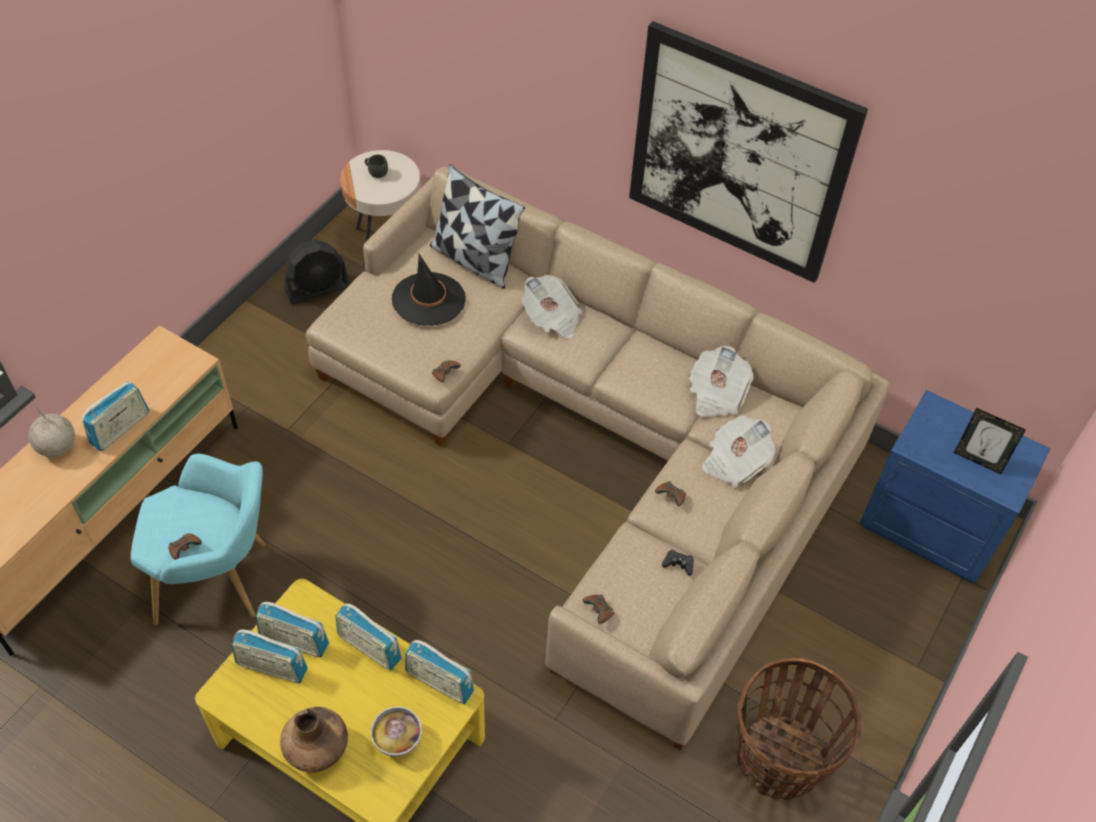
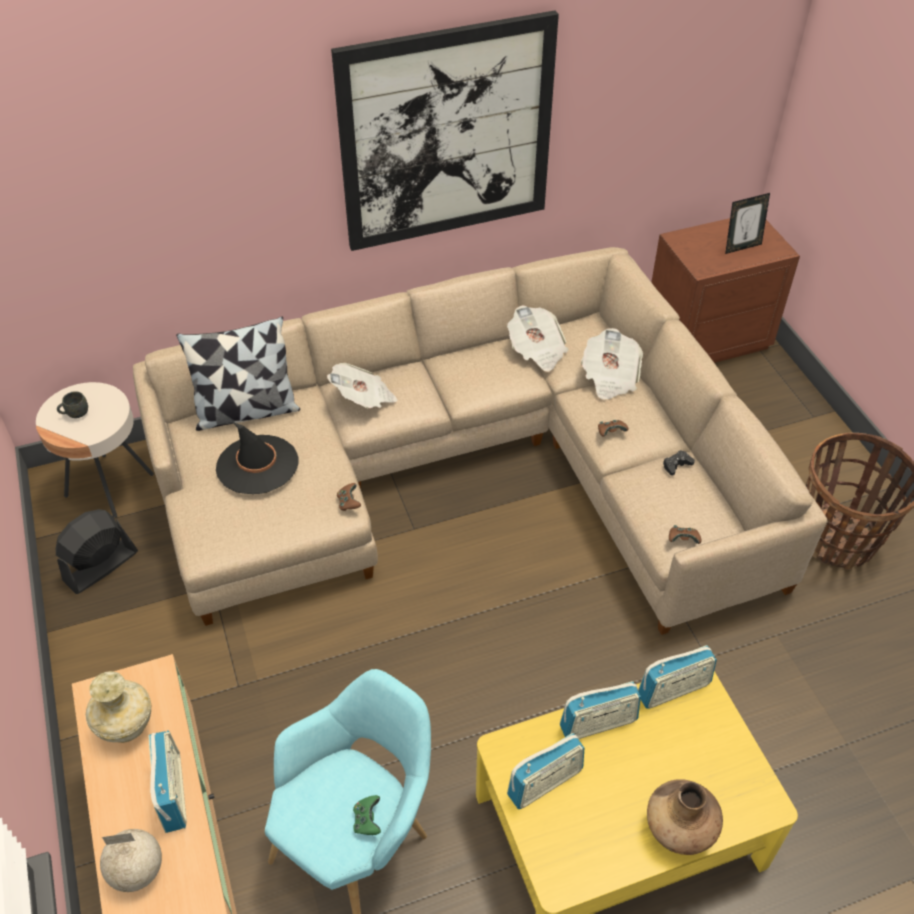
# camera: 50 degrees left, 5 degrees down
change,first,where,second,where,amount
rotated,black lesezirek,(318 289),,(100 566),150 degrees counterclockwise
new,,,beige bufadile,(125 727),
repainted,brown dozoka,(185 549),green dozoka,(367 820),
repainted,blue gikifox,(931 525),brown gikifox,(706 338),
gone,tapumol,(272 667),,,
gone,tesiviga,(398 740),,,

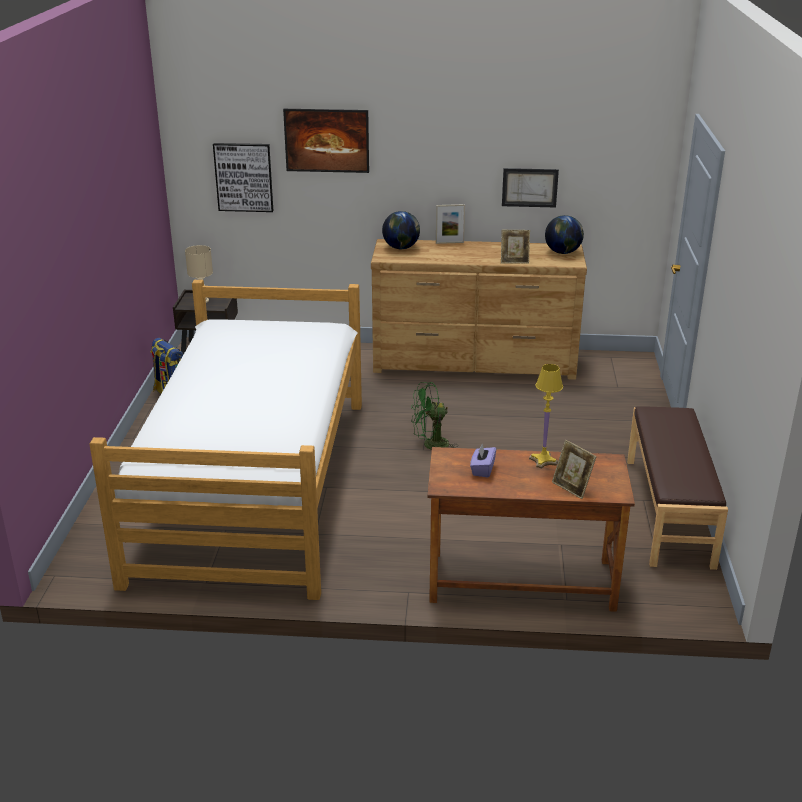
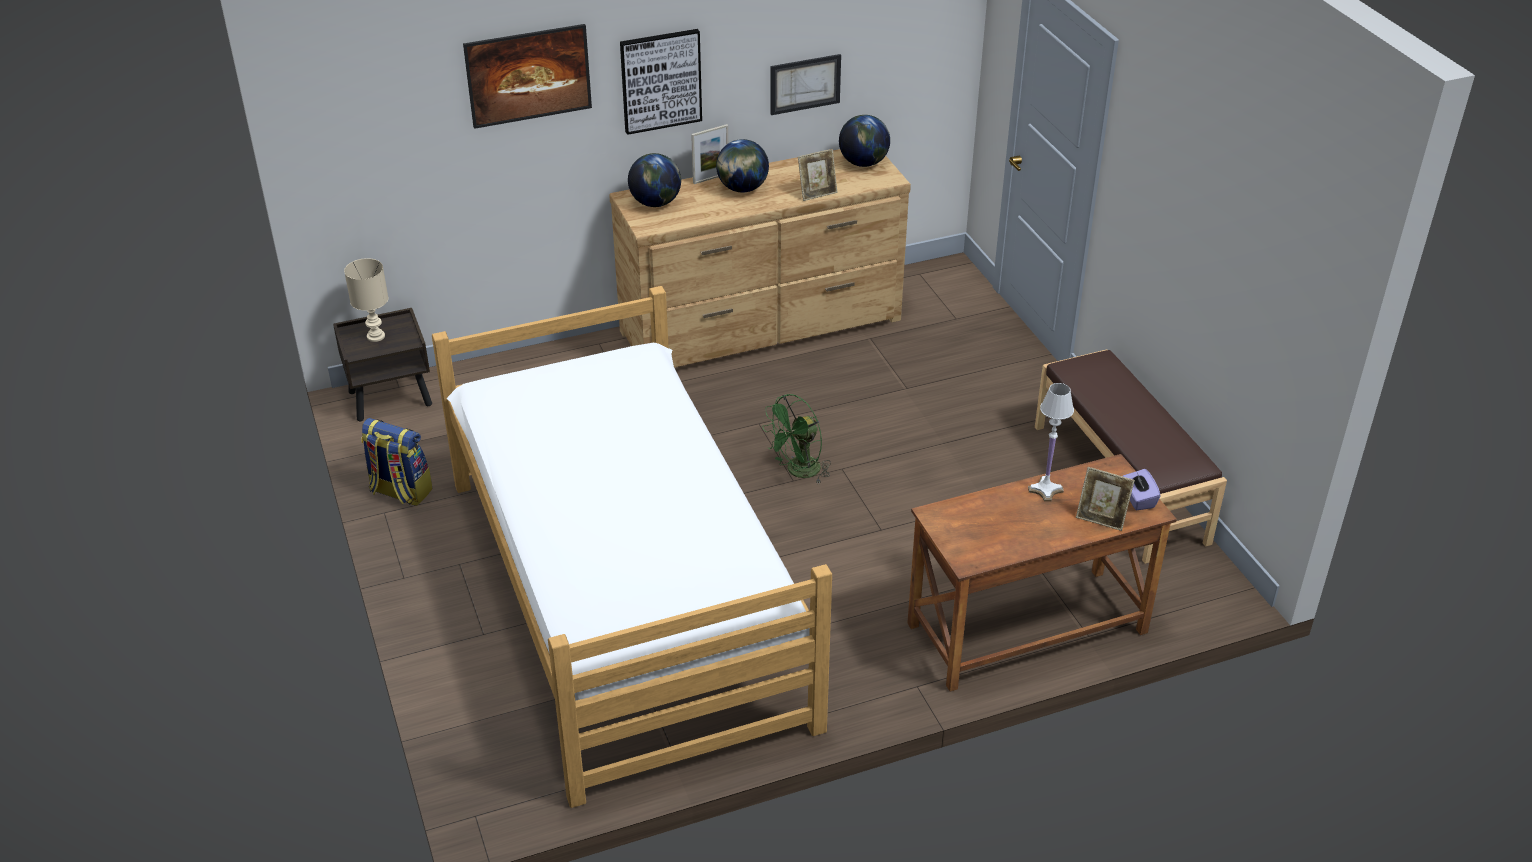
# camera: 25 degrees left, 10 degrees up
change,first,where,second,where,amount
shifted,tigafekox,(244 177),,(660 80),
new,,,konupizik,(742 188),
repainted,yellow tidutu,(543 461),white tidutu,(1046 490),
shifted,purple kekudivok,(482 469),,(1138 499),

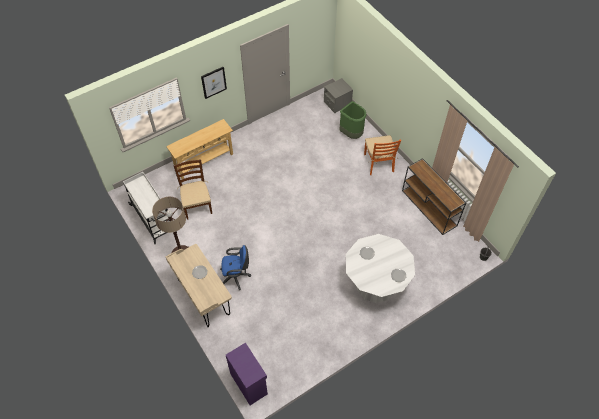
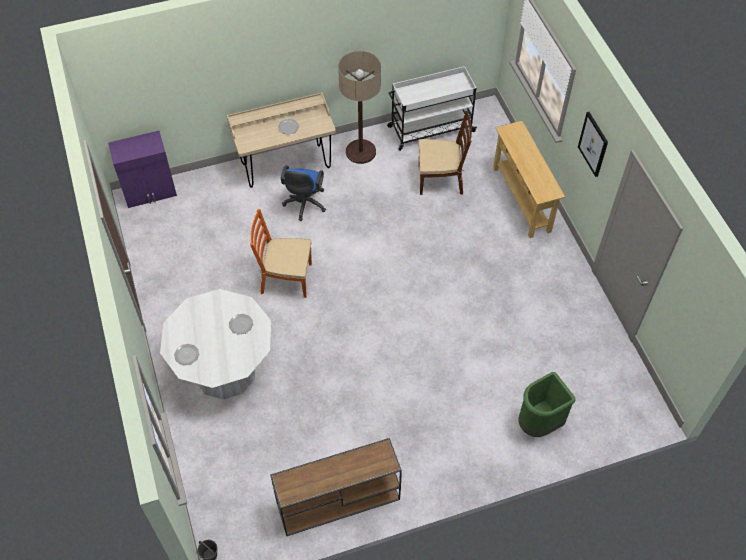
# camera: 105 degrees right, 0 degrees up
change,first,where,second,where,amount
shifted,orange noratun,(379 163),,(285 278),
gone,grey gikifox,(337 103),,,

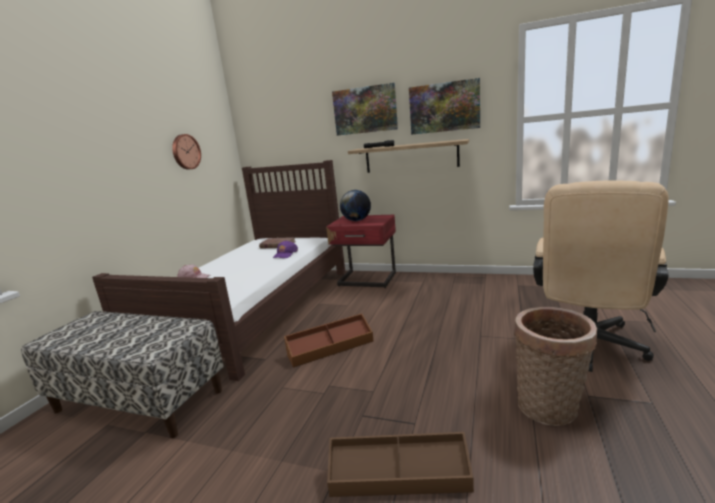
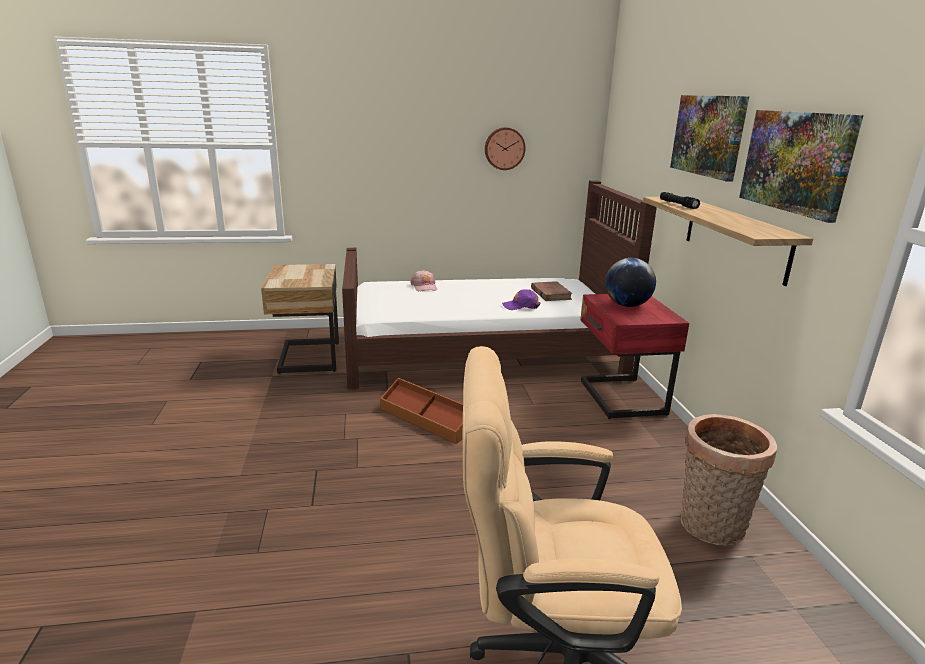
# camera: 60 degrees right, 5 degrees up
change,first,where,second,where,amount
swapped,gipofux,(139 400),beige gikifox,(307 358),
shifted,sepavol,(550 409),,(710 528),
gone,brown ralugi,(399 476),,,

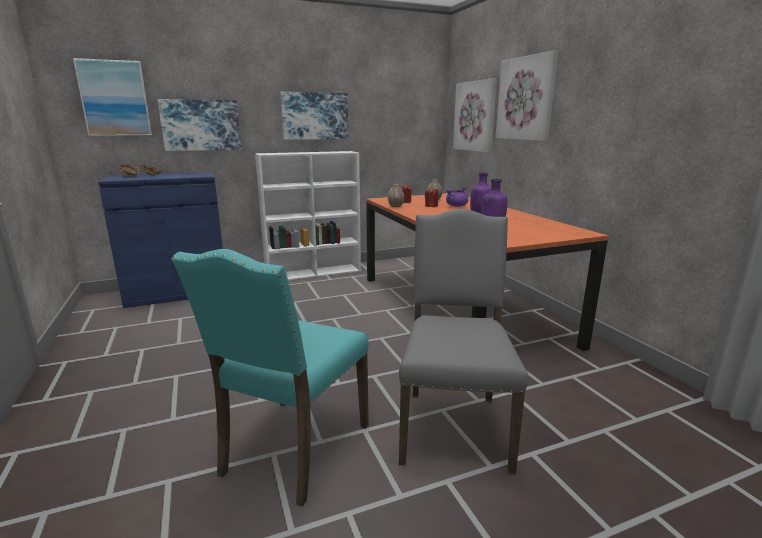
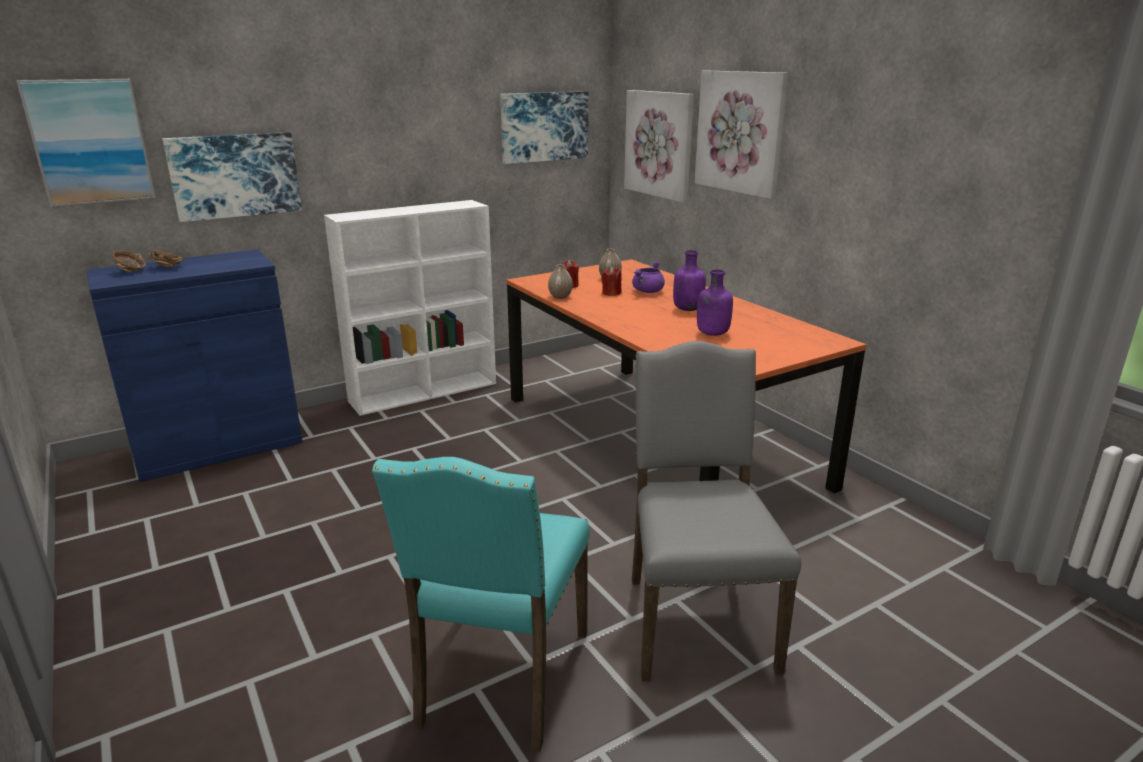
# camera: 10 degrees left, 5 degrees up
change,first,where,second,where,amount
shifted,tigafekox,(315 116),,(544 126),

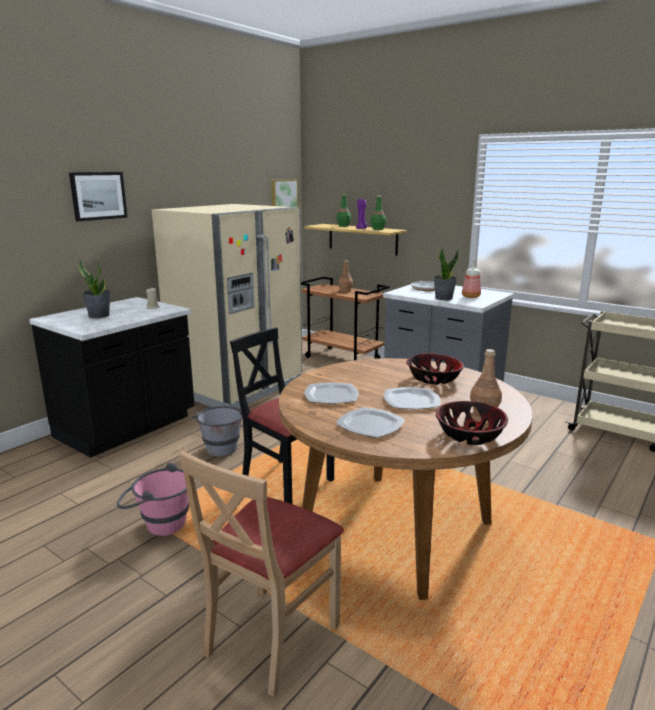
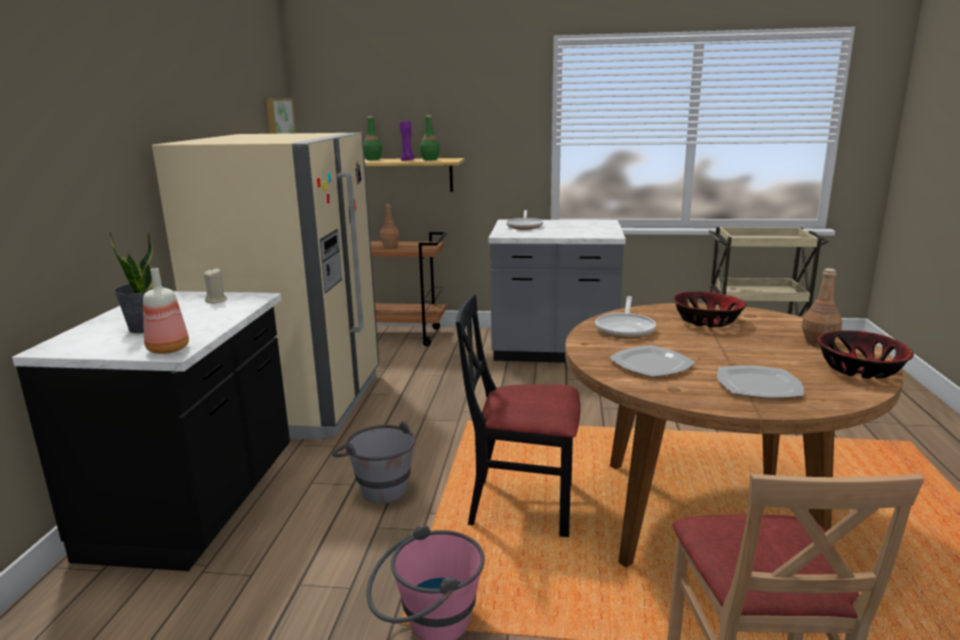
# camera: 30 degrees left, 0 degrees up
change,first,where,second,where,amount
shifted,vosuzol,(470 296),,(167 349),
new,,,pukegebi,(625 329),
gone,tigafekox,(98 195),,,
gone,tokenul,(410 400),,,
gone,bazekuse,(443 298),,,

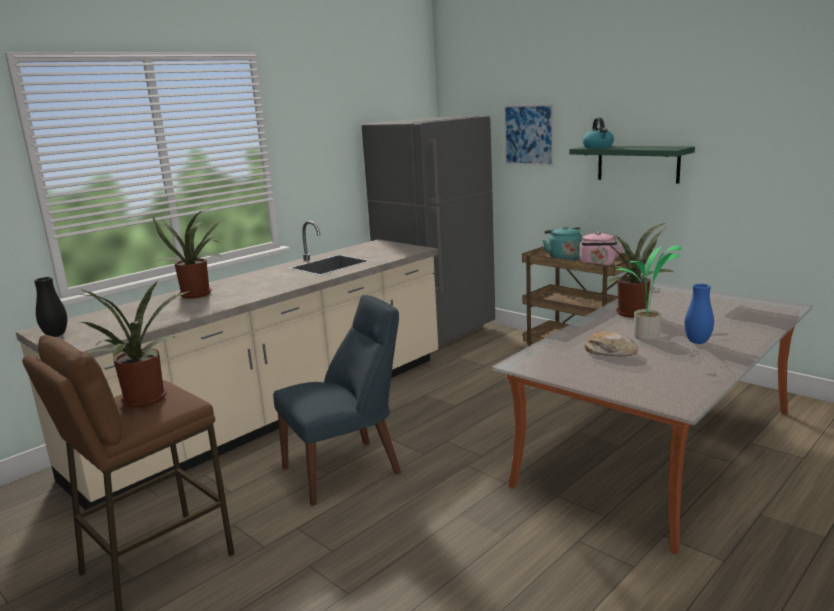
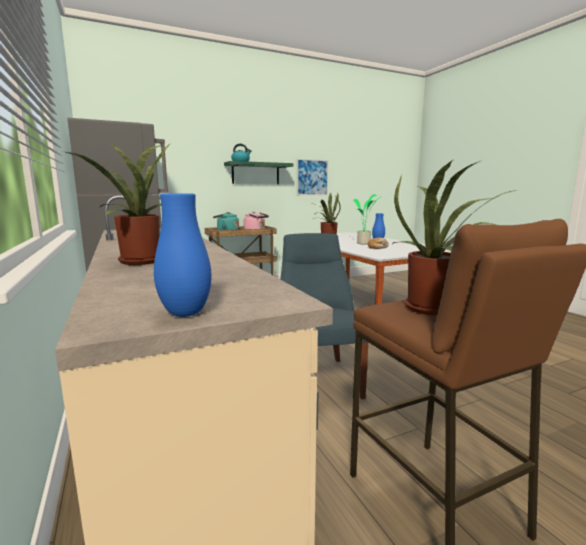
# camera: 70 degrees left, 5 degrees down
change,first,where,second,where,amount
repainted,black bufadile,(56 335),blue bufadile,(185 313),
shifted,tigafekox,(528 135),,(312 177),

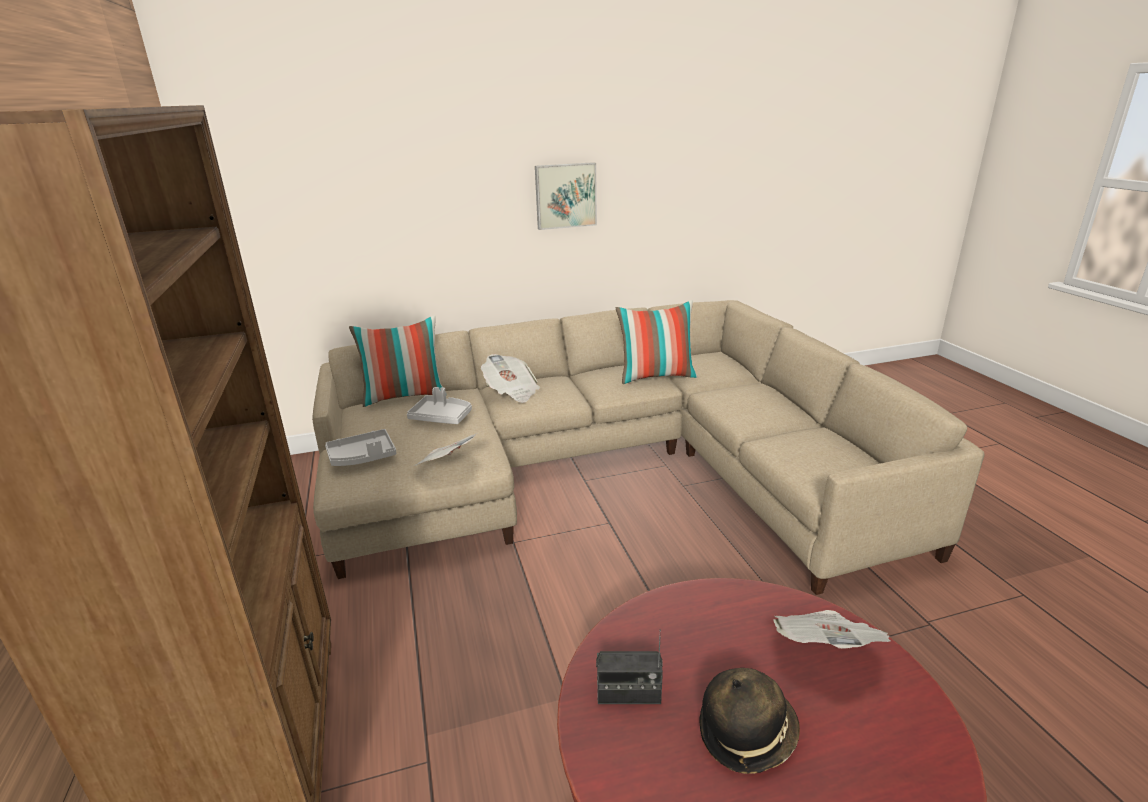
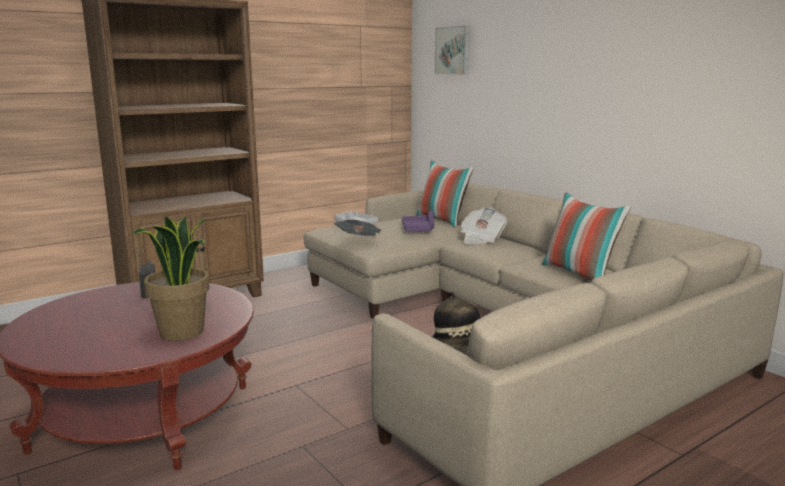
# camera: 70 degrees right, 10 degrees down
change,first,where,second,where,amount
swapped,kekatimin,(824 649),bazekuse,(182 332),
repainted,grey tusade,(442 417),purple tusade,(418 229),
shifted,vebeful,(746 733),,(460 342),
shifted,tigafekox,(565 195),,(453 50),

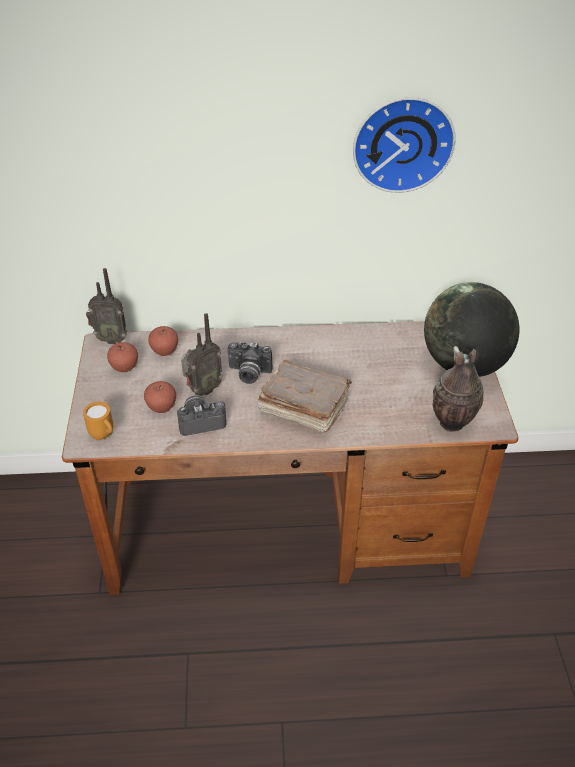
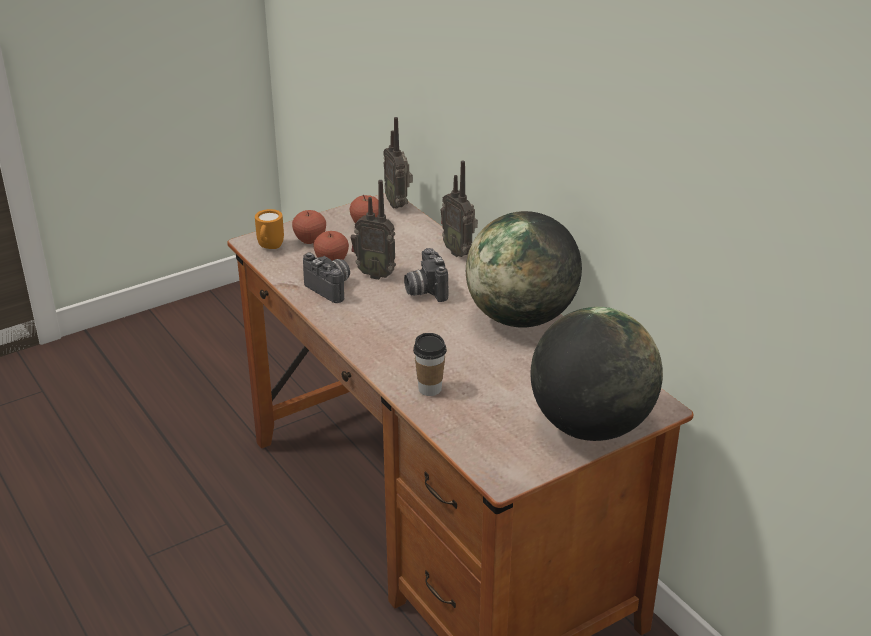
# camera: 60 degrees right, 10 degrees down
change,first,where,second,where,amount
shifted,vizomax,(165 351),,(310 240),
new,,,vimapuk,(430 389),
new,,,tapumol,(459 251),
new,,,konupizik,(521 318),
gone,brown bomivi,(303 407),,,
gone,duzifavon,(402 142),,,
gone,bufadile,(451 424),,,

